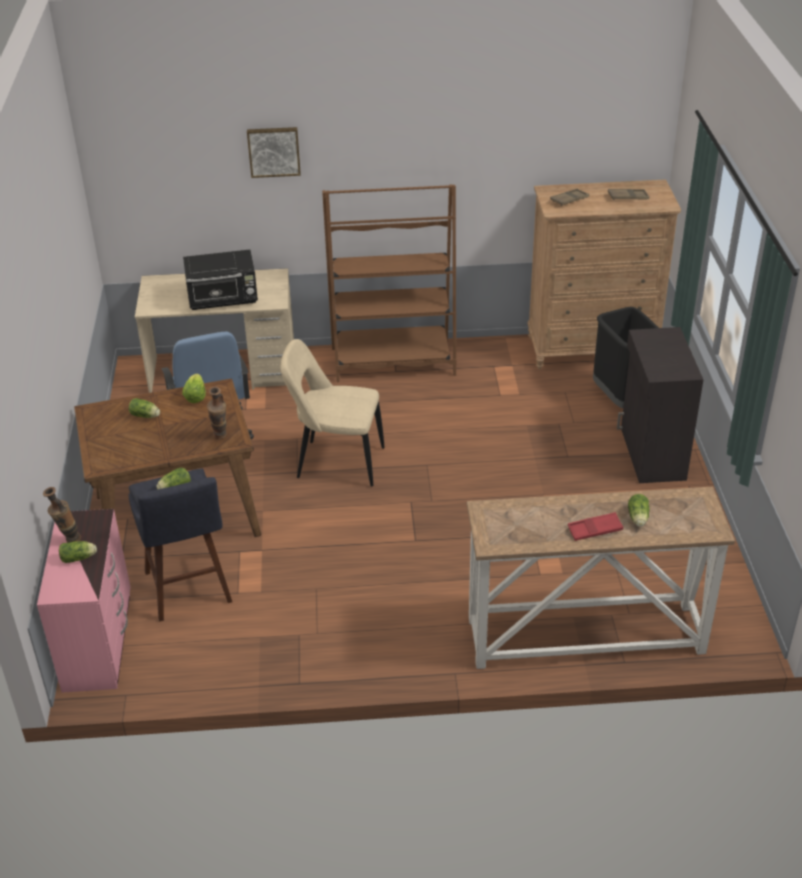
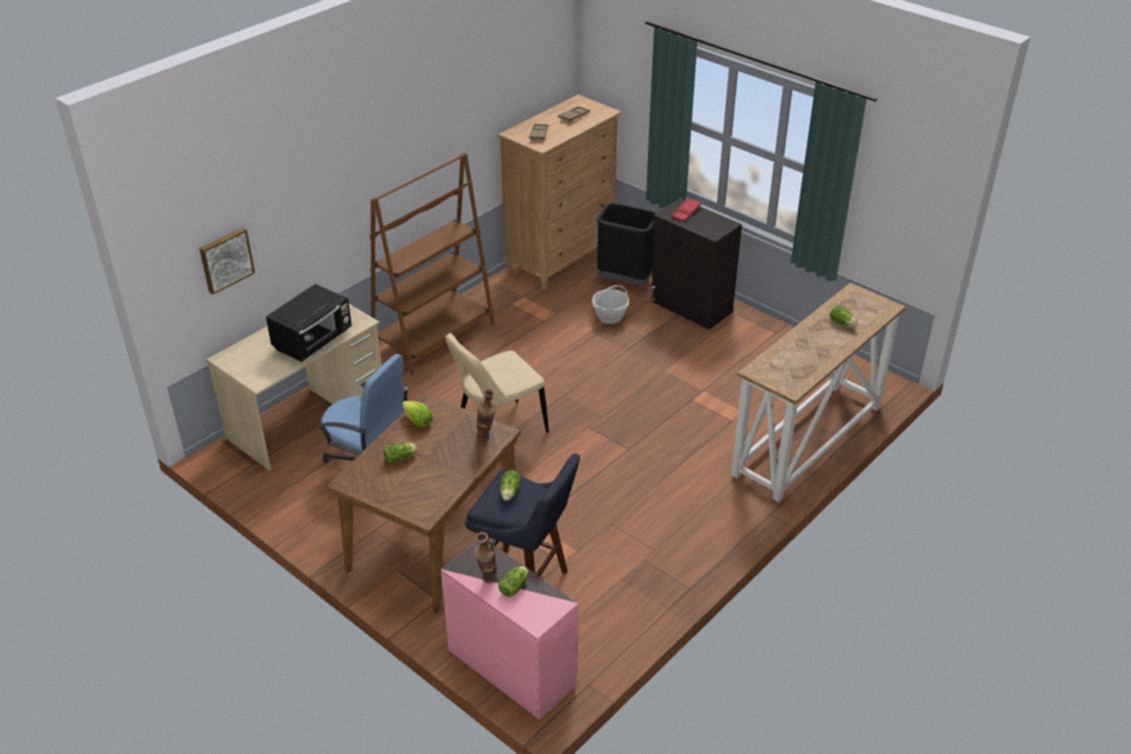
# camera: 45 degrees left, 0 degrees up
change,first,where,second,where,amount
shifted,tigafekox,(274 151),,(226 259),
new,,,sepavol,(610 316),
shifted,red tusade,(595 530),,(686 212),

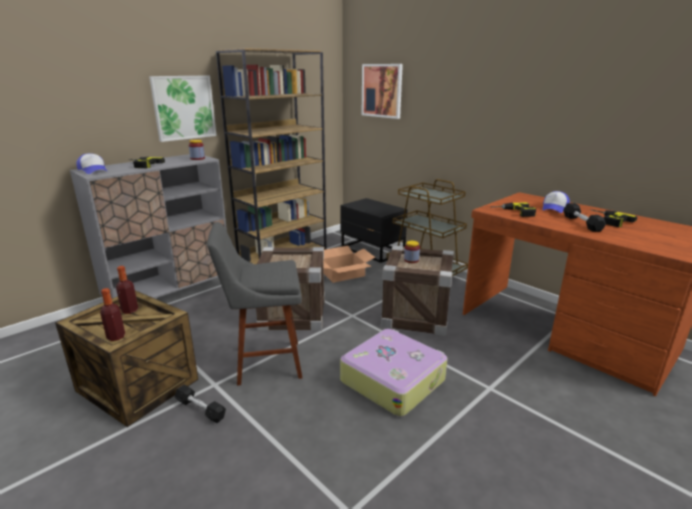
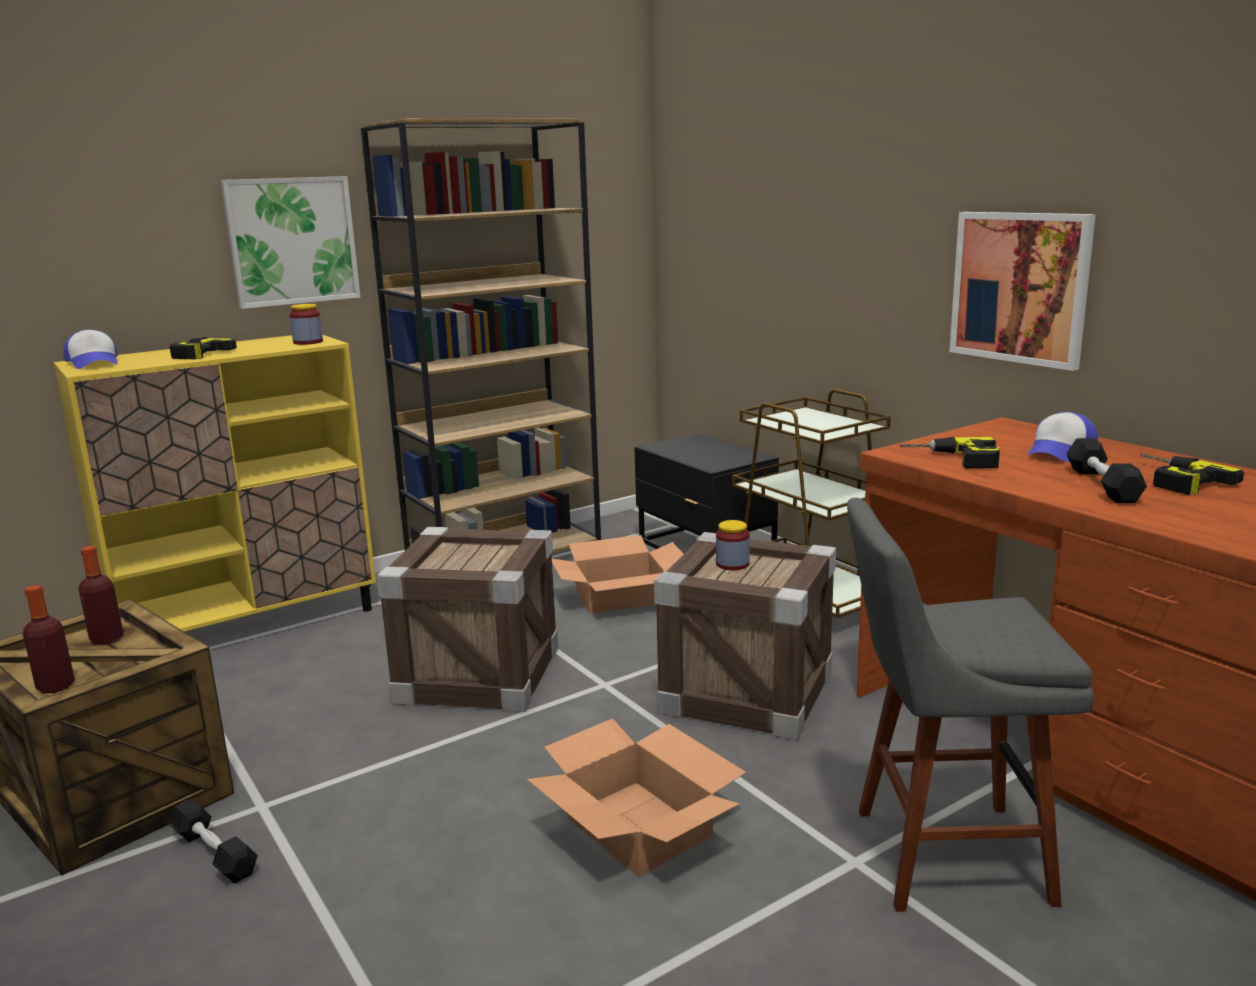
# camera: 10 degrees right, 5 degrees down
change,first,where,second,where,amount
repainted,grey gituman,(171 295),yellow gituman,(249 625),
swapped,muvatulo,(393 380),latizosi,(638 826),
shifted,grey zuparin,(264 363),,(940 855),
shifted,tigafekox,(382 90),,(1020 287),

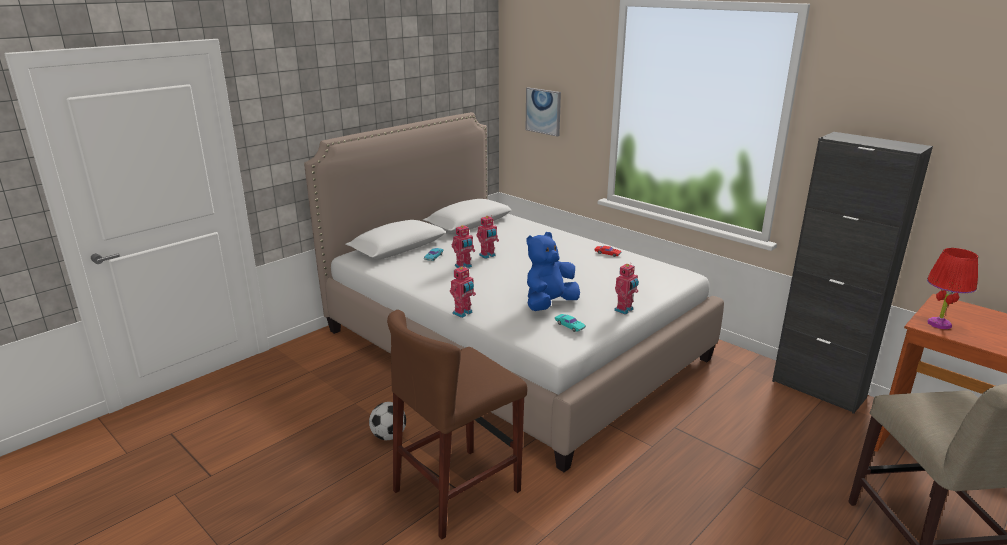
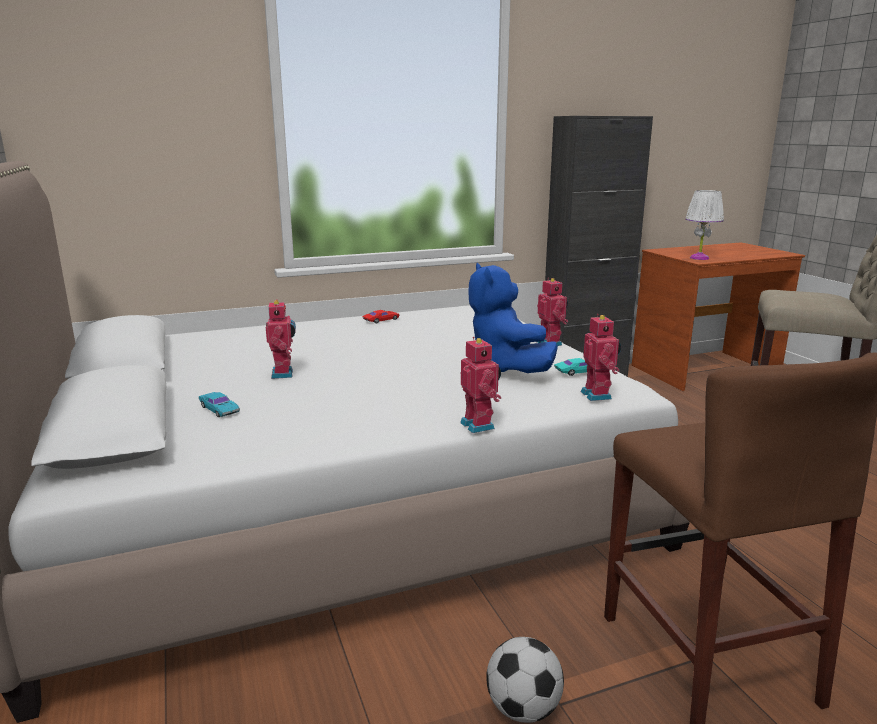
# camera: 65 degrees left, 5 degrees down
change,first,where,second,where,amount
shifted,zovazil,(464 266),,(598 395),
repainted,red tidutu,(939 324),white tidutu,(699 258),
gone,tigafekox,(543 111),,,

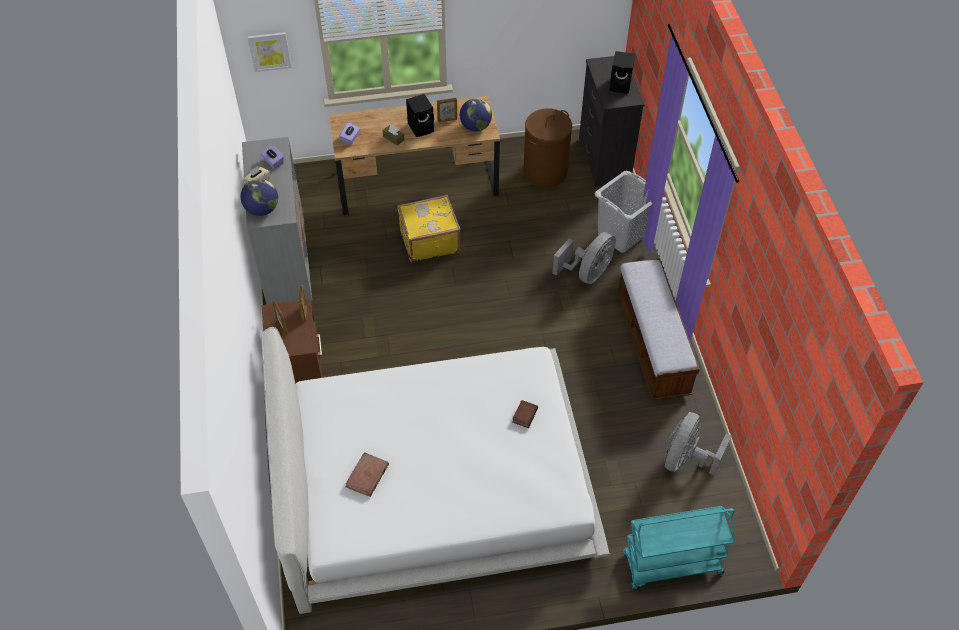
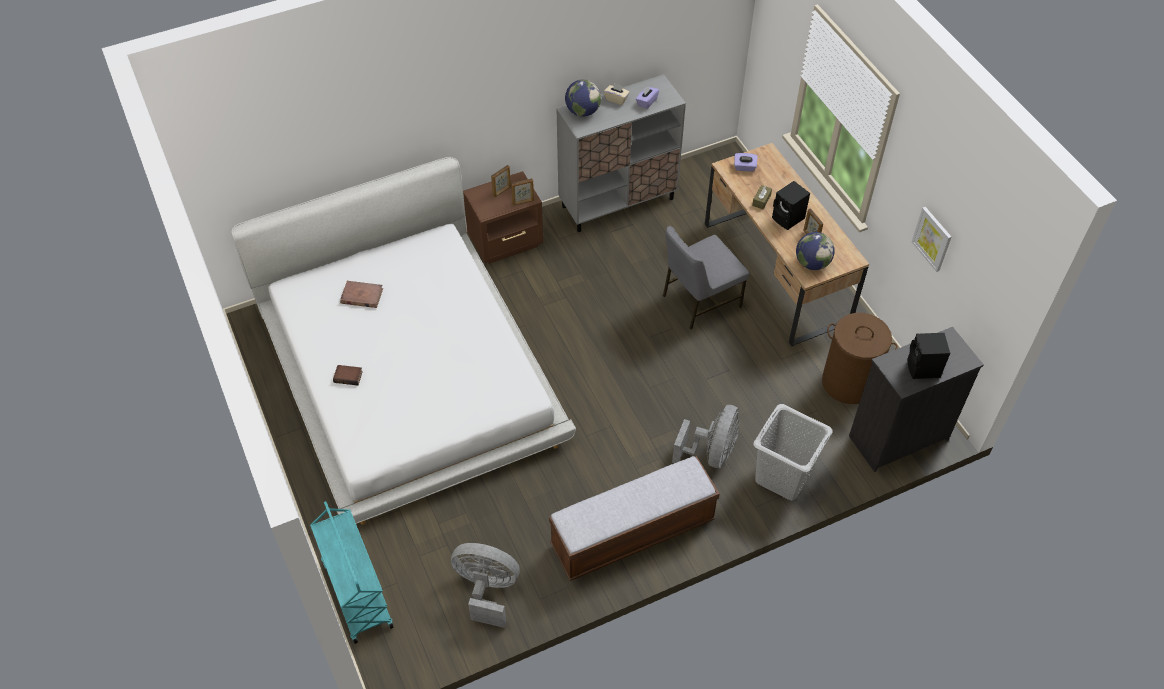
# camera: 75 degrees right, 0 degrees up
change,first,where,second,where,amount
shifted,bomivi,(524 415),,(349 376),
swapped,yellow muvatulo,(429 240),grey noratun,(699 301),
rotated,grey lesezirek,(587 273),,(711 452),90 degrees counterclockwise
shifted,tigafekox,(269 51),,(932 238),

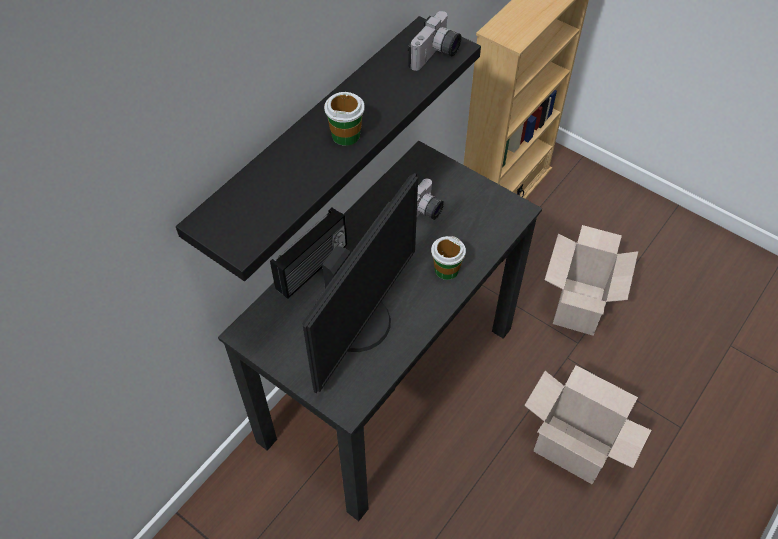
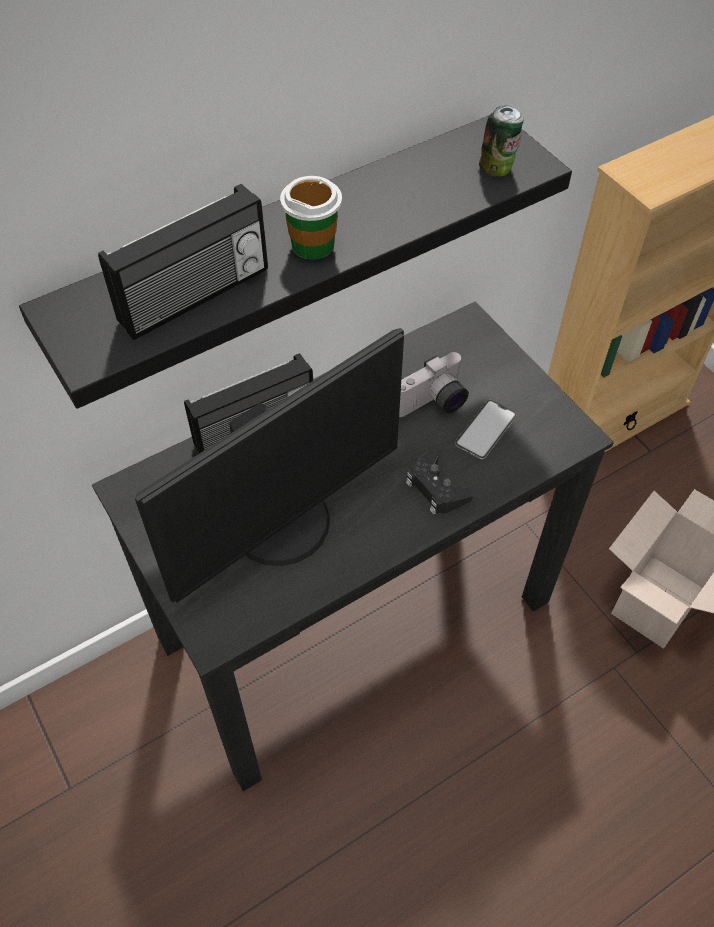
# camera: 20 degrees right, 0 degrees up
change,first,where,second,where,amount
new,,,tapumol,(196 297),
swapped,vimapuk,(446 270),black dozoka,(436 488),
new,,,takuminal,(486 429),
swapped,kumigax,(436 55),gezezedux,(498 168),
gone,latizosi,(575 449),,,

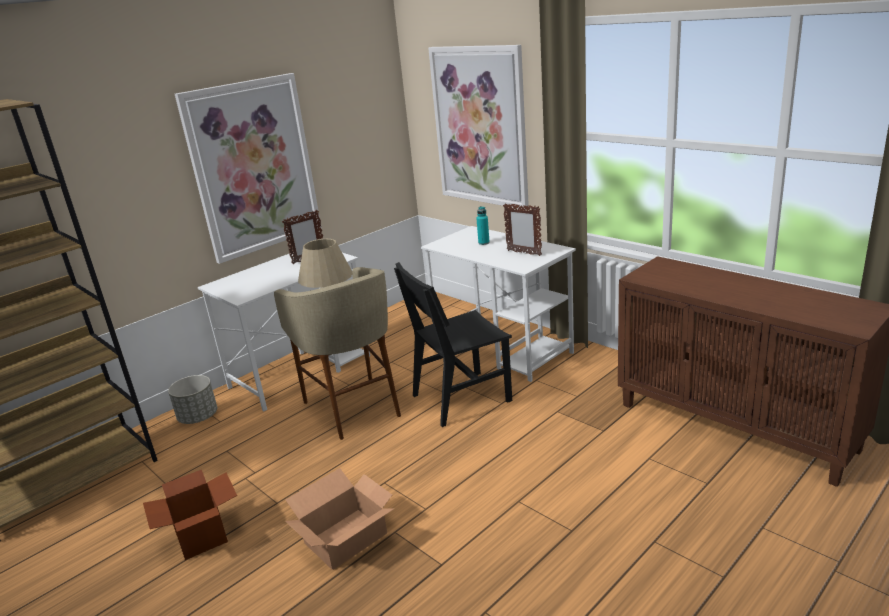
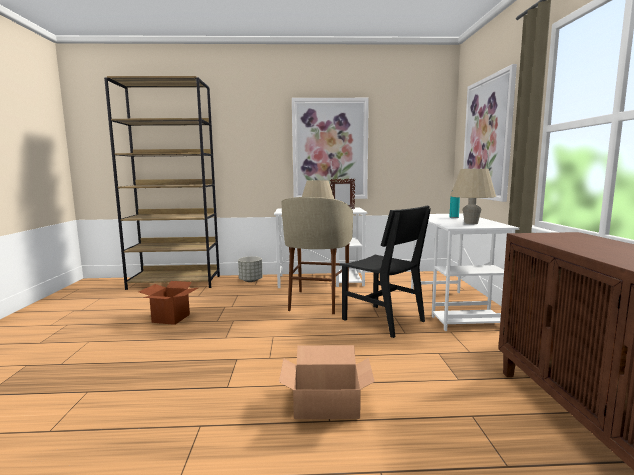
# camera: 40 degrees right, 15 degrees down
change,first,where,second,where,amount
shifted,latizosi,(347 538),,(327 404),
rotated,black noratun,(461 398),,(383 320),150 degrees counterclockwise
swapped,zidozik,(523 253),beige tidutu,(471 223),

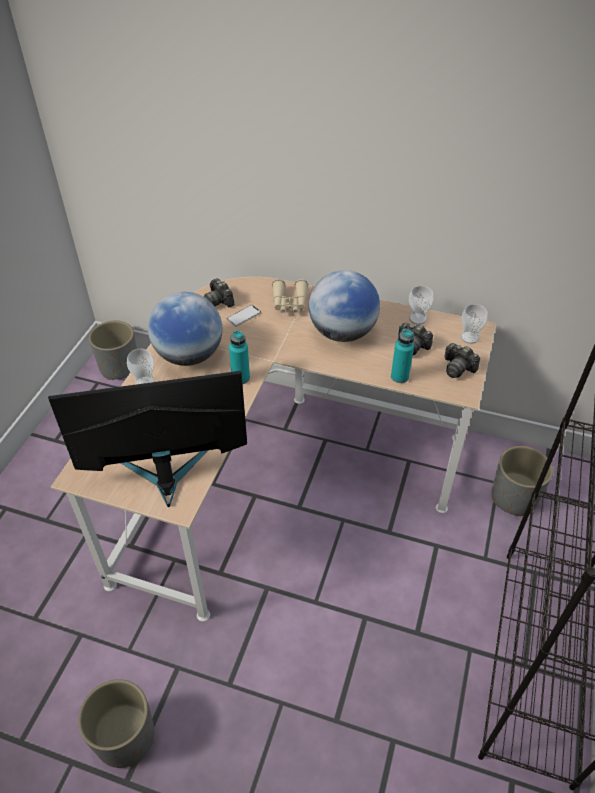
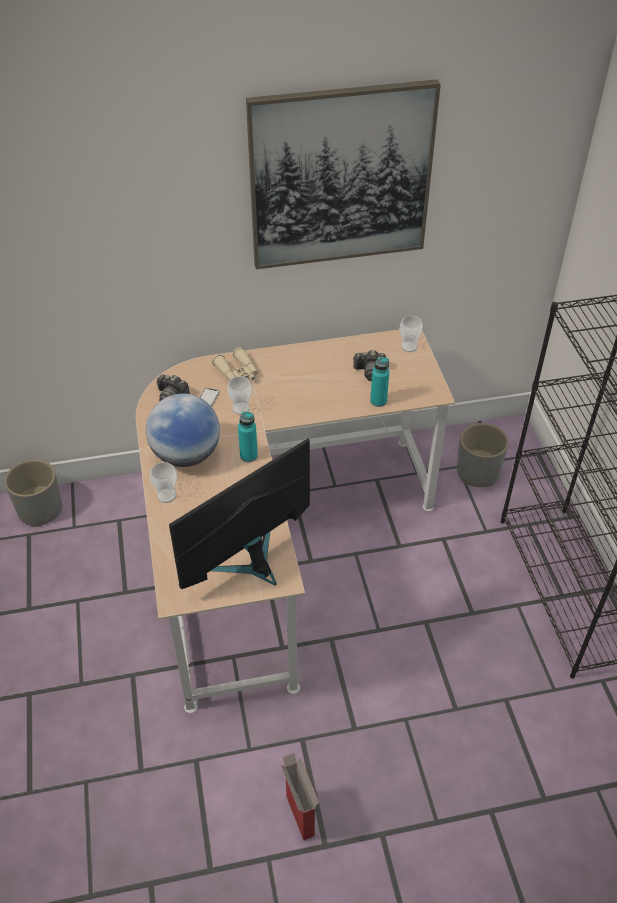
# camera: 30 degrees left, 0 degrees up
change,first,where,second,where,amount
shifted,vimapuk,(417 319),,(241 408),
new,,,tigafekox,(340 177),
swapped,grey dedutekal,(125 737),latizosi,(299 815),
gone,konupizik,(342 333),,,
gone,kumigax,(458 368),,,

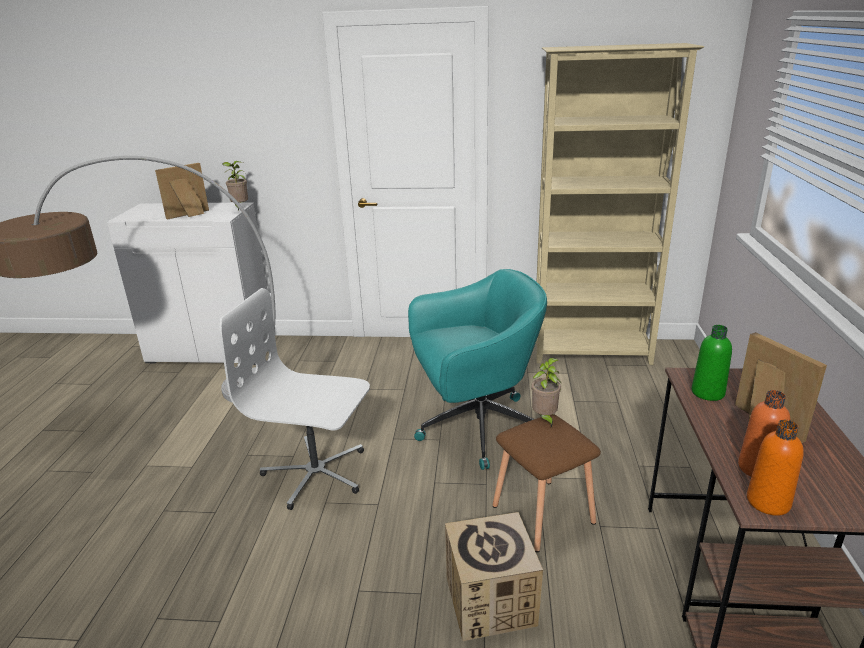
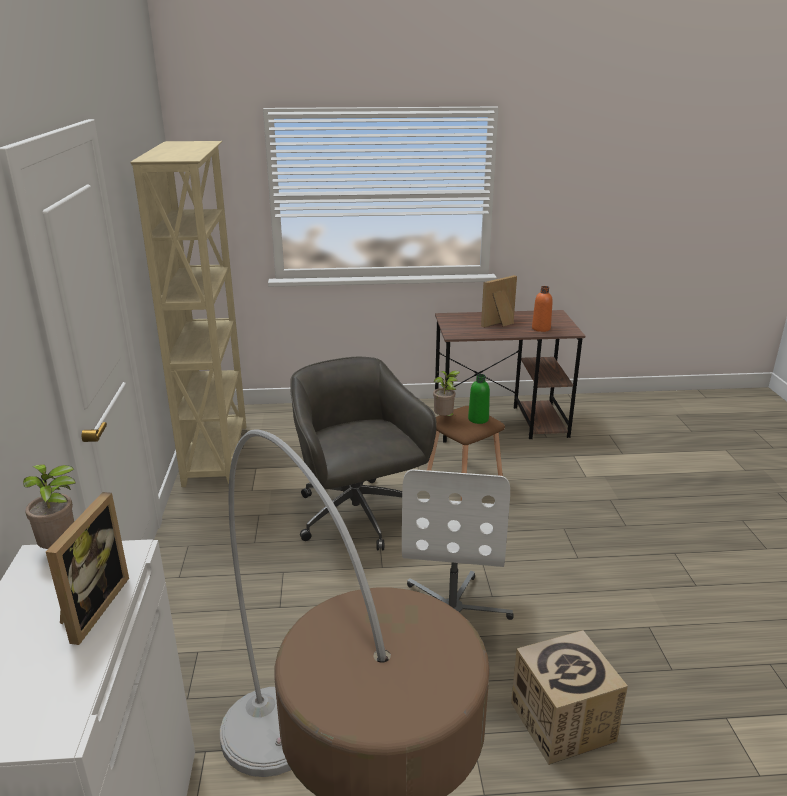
# camera: 100 degrees left, 0 degrees up
change,first,where,second,where,amount
rotated,zidozik,(189 215),,(90 607),120 degrees counterclockwise
repainted,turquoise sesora,(475 428),grey sesora,(357 516),
shifted,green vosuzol,(707 393),,(478 419),
shifted,latizosi,(491 601),,(562 722),
gone,orange vosuzol,(768 502),,,

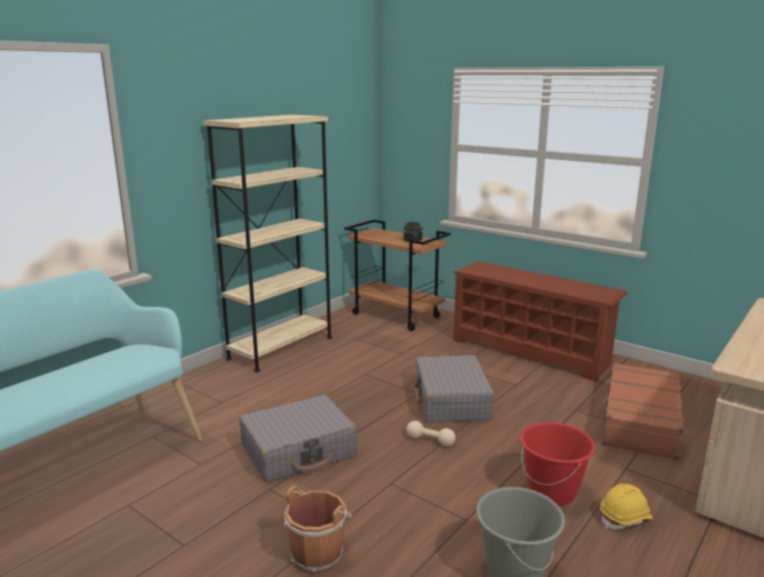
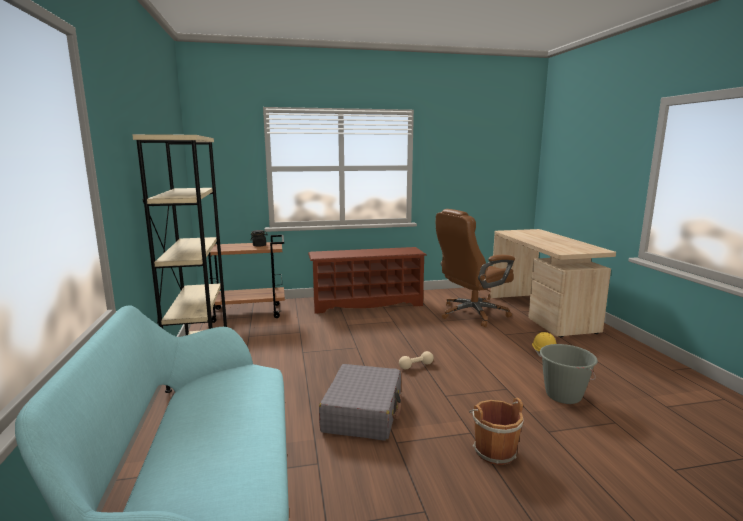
# camera: 50 degrees left, 5 degrees down
change,first,where,second,where,amount
swapped,brown muvatulo,(641 421),brown sesora,(471 314),
gone,grey muvatulo,(451 401),,,
gone,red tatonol,(552 492),,,

